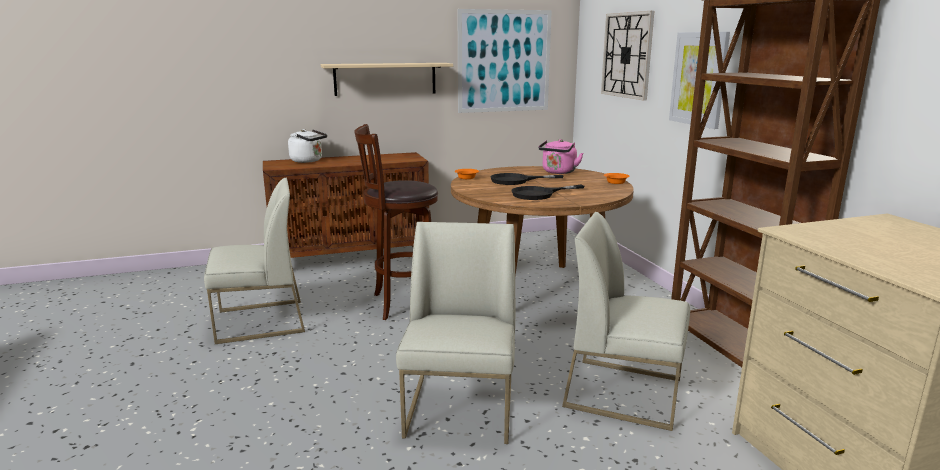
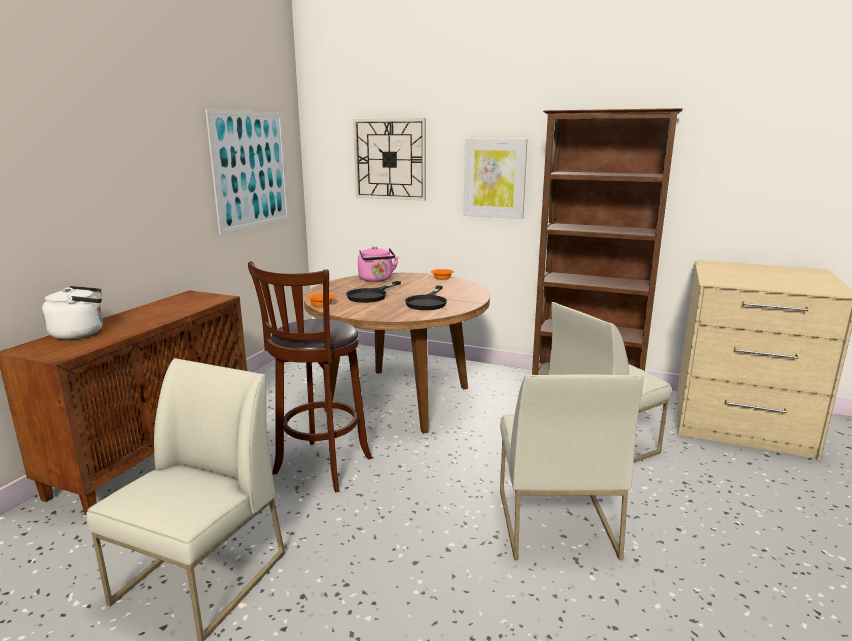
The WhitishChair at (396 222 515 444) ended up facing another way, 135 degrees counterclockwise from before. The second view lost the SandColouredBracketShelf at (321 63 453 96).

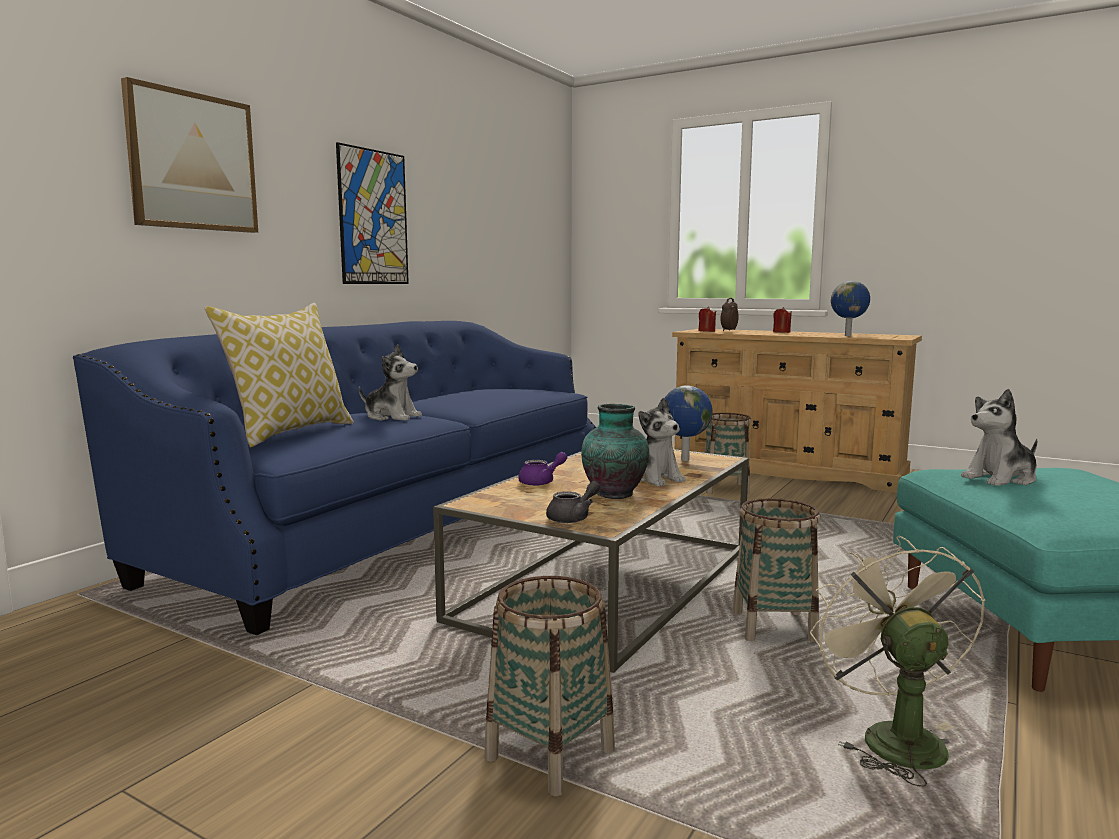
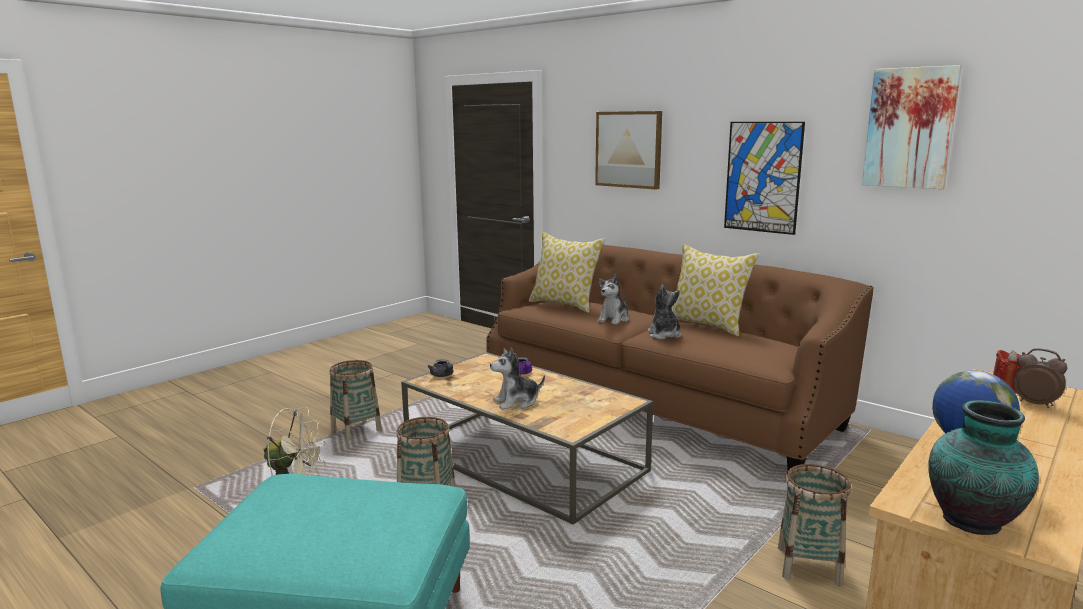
What was the BlueColouredSettee at (73 321 596 635) turned into the BrownSettee at (486 245 874 470). The PlushToy ended up elsewhere, having gone from (961 389 1037 486) to (648 285 682 339). The second view gained the Pillow at (672 244 759 336). The second view gained the Picture at (862 65 962 189). The FlowerVase ended up elsewhere, having gone from (581 404 649 499) to (928 400 1039 535). The second view lost the WorldGlobe at (665 385 713 461). The second view lost the RedColouredWaxCandle at (773 307 792 333).

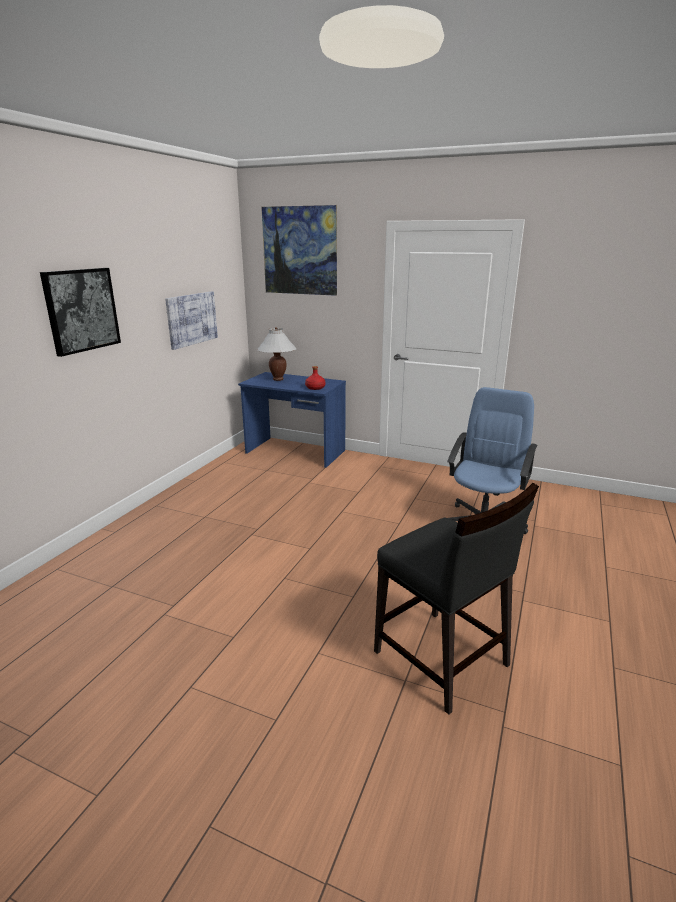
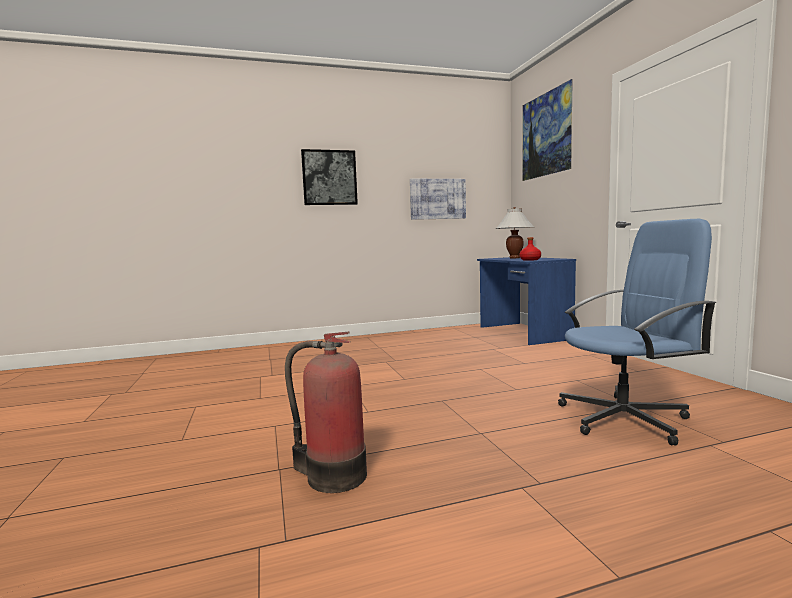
Where the BlackChair stood at (374 483 539 715), the Extinguisher came to stand at (285 332 367 493).

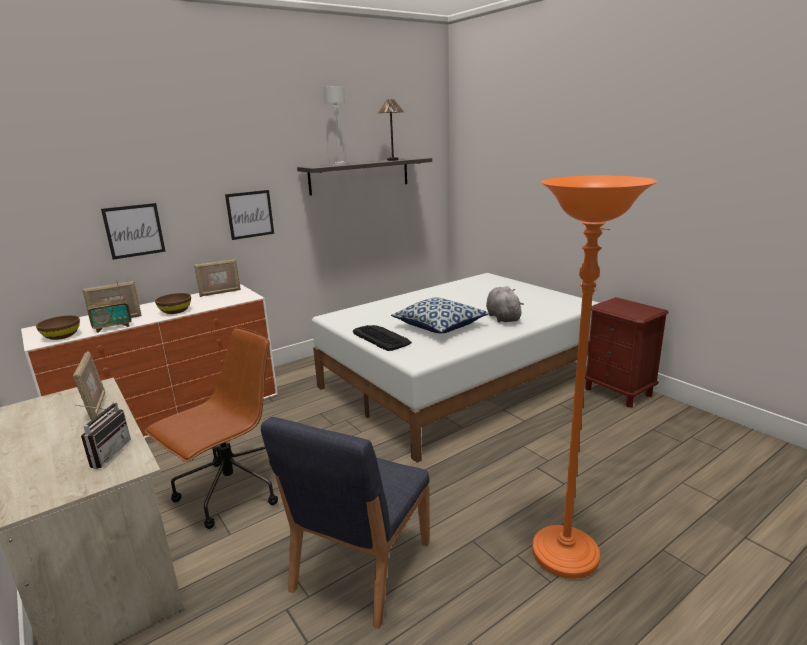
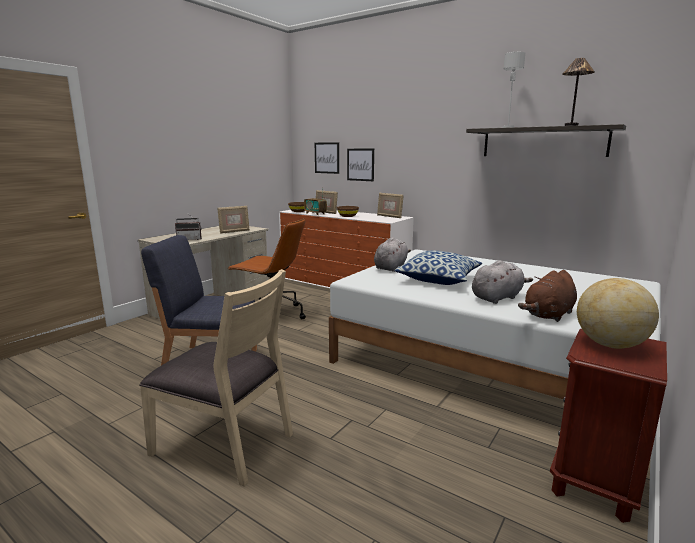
Where the OrangeFloorLamp stood at (532 176 657 579), the SandColouredChair came to stand at (139 269 293 487). The Picture ended up elsewhere, having gone from (225 190 274 240) to (315 142 339 174). Where the PcKeyboard stood at (353 325 412 351), the GrayPlushToy came to stand at (374 237 411 272). The second view gained the BrownPlushToy at (518 270 577 322). The second view gained the WorldGlobe at (577 278 659 349).

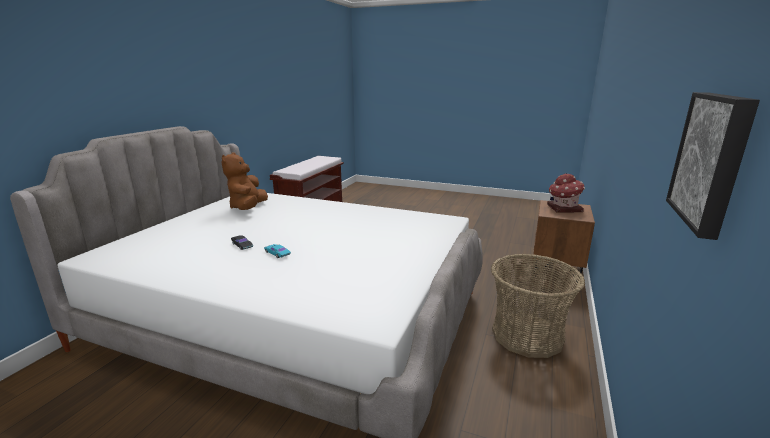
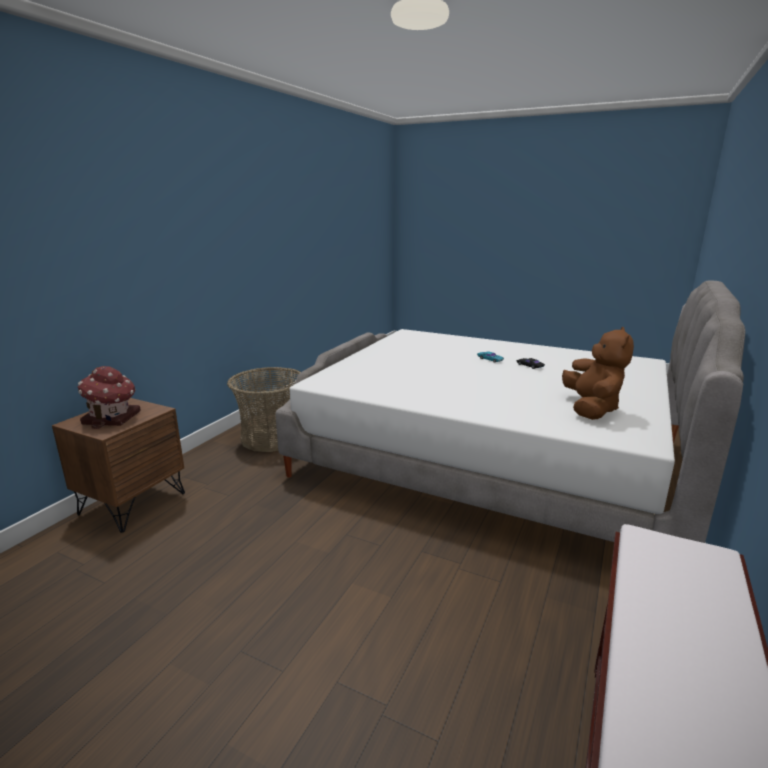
The second view lost the Picture at (666 92 760 240).

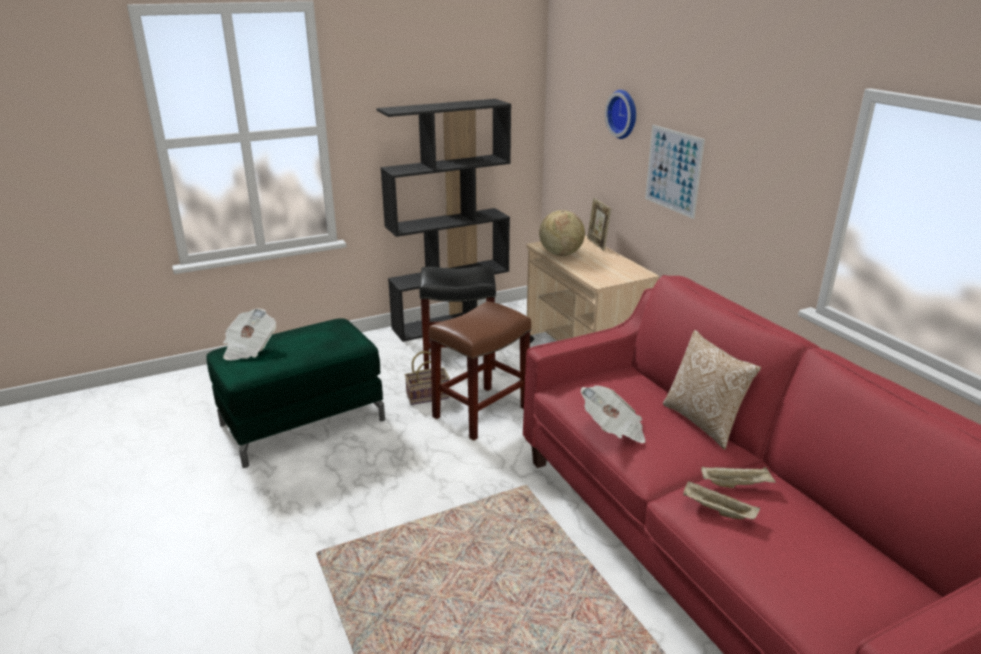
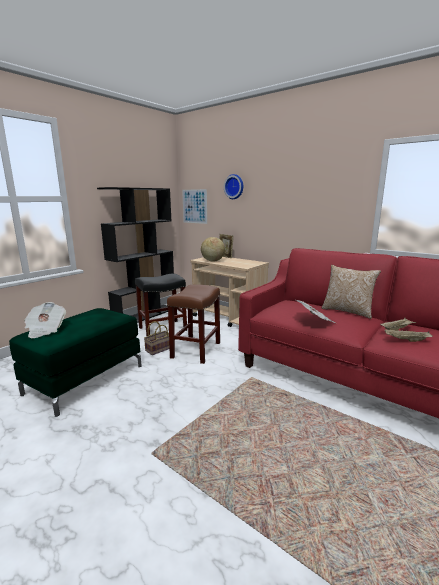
The Picture ended up elsewhere, having gone from (645 125 705 219) to (182 189 207 224).

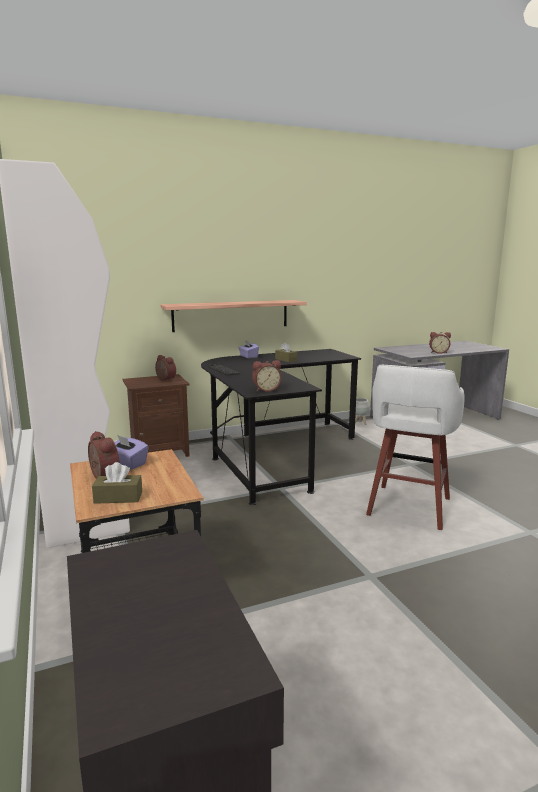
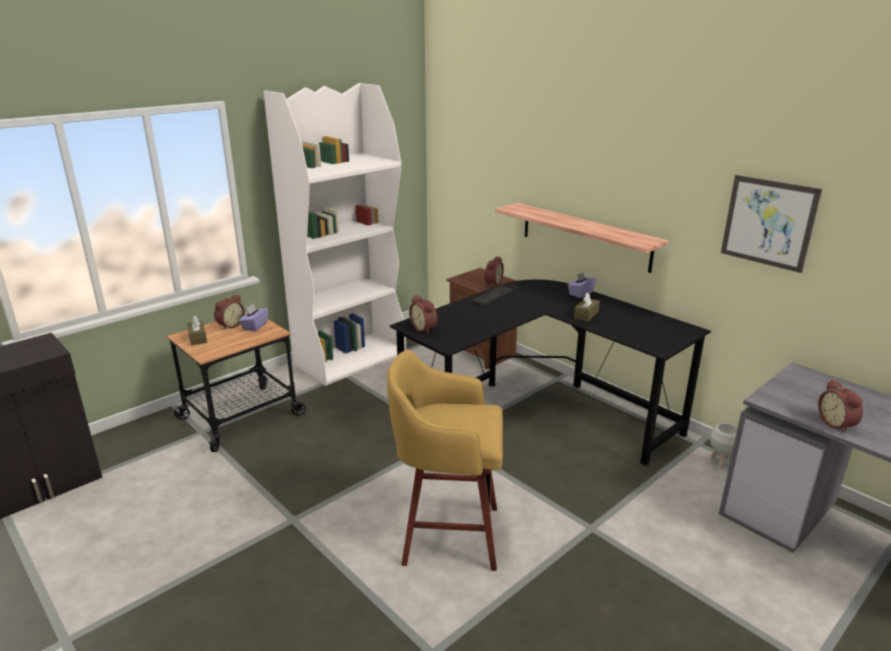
What was the WhitishStool at (366 365 465 530) turned into the YellowColouredStool at (387 350 503 571). The second view gained the Picture at (721 175 822 273).

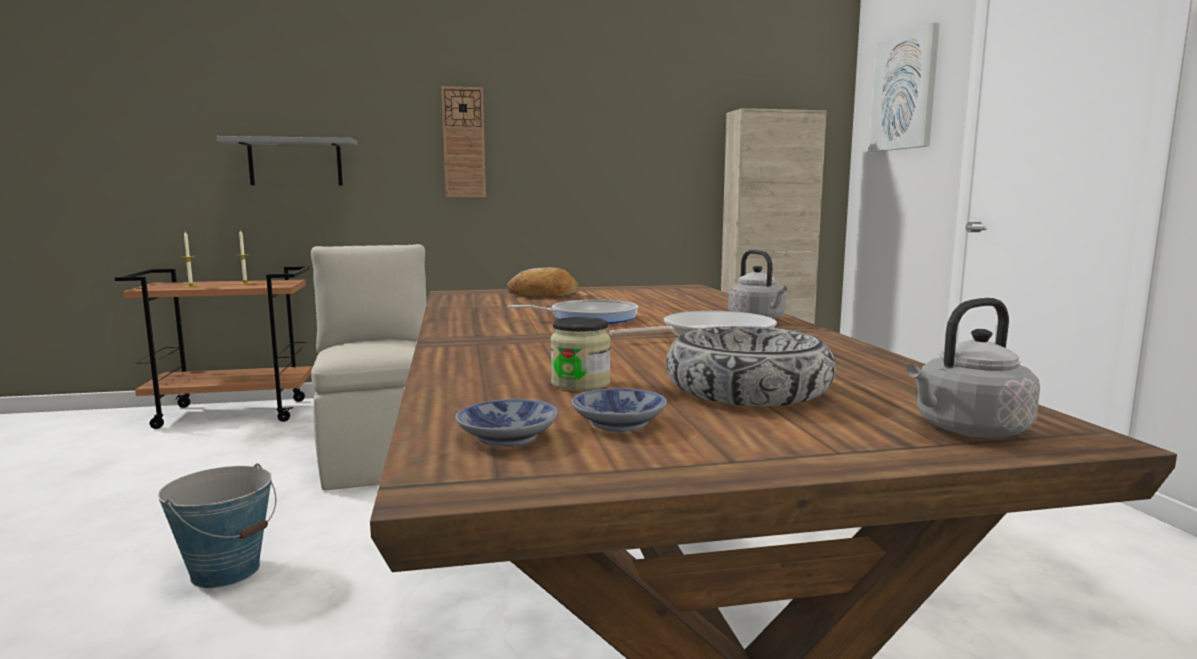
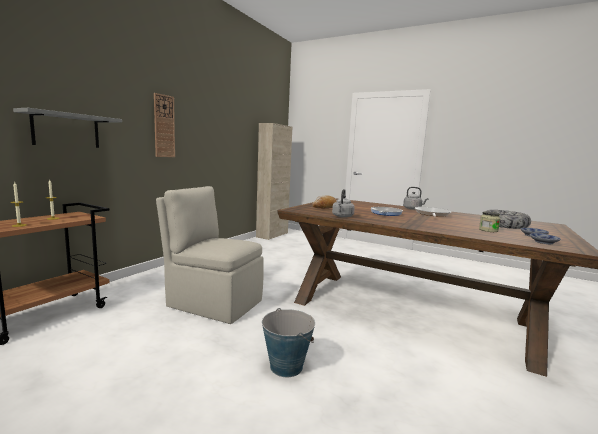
The GrayTeaKettle ended up elsewhere, having gone from (907 298 1040 437) to (332 189 355 218). The second view lost the Picture at (869 23 940 152).

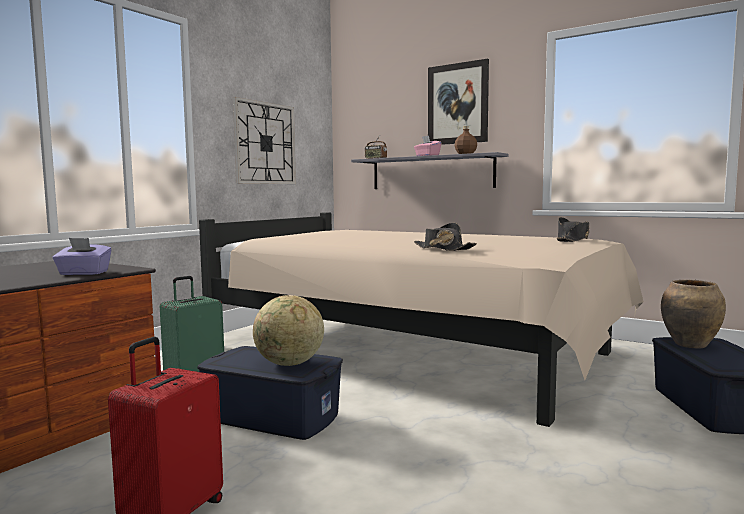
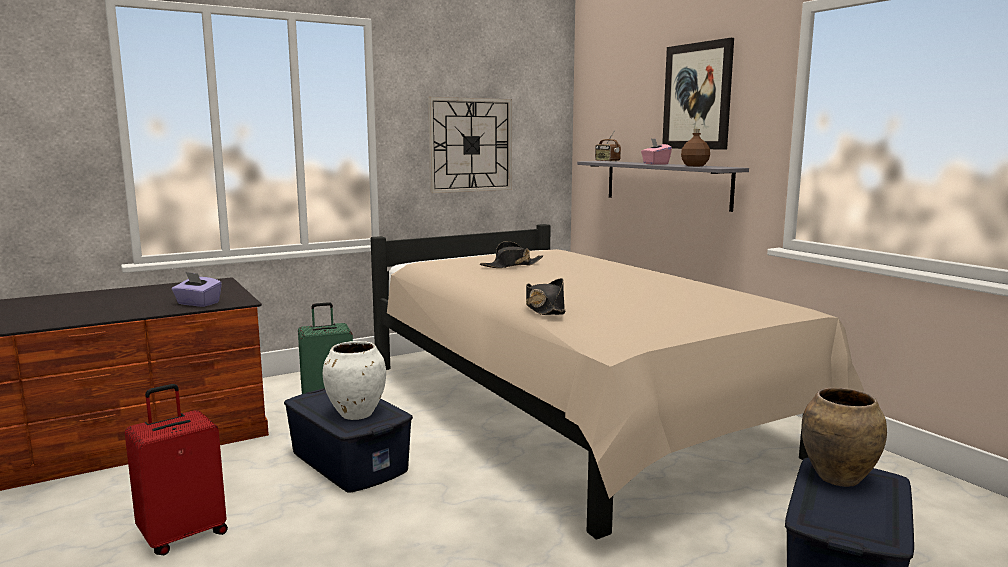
Where the WorldGlobe stood at (253 295 324 366), the WhitishFlowerVase came to stand at (323 341 386 420). The BlackWearableHat ended up elsewhere, having gone from (557 217 589 242) to (480 241 543 268).

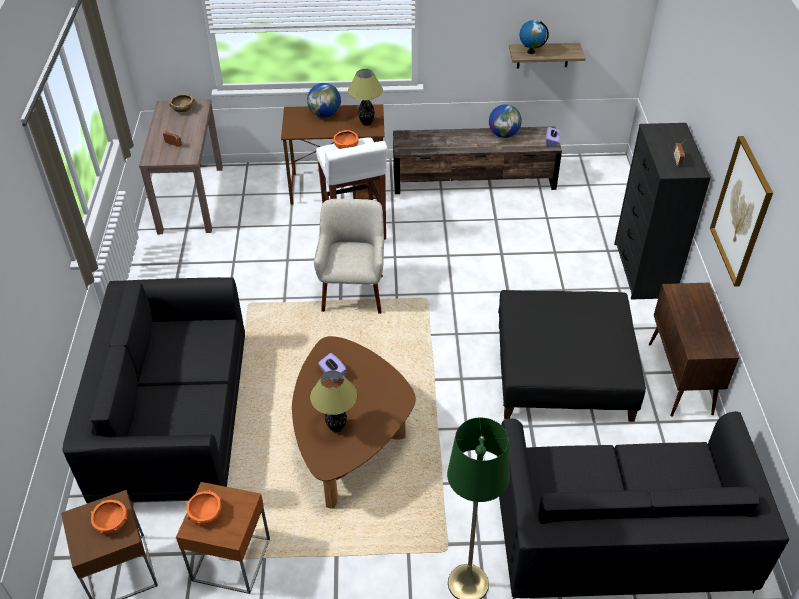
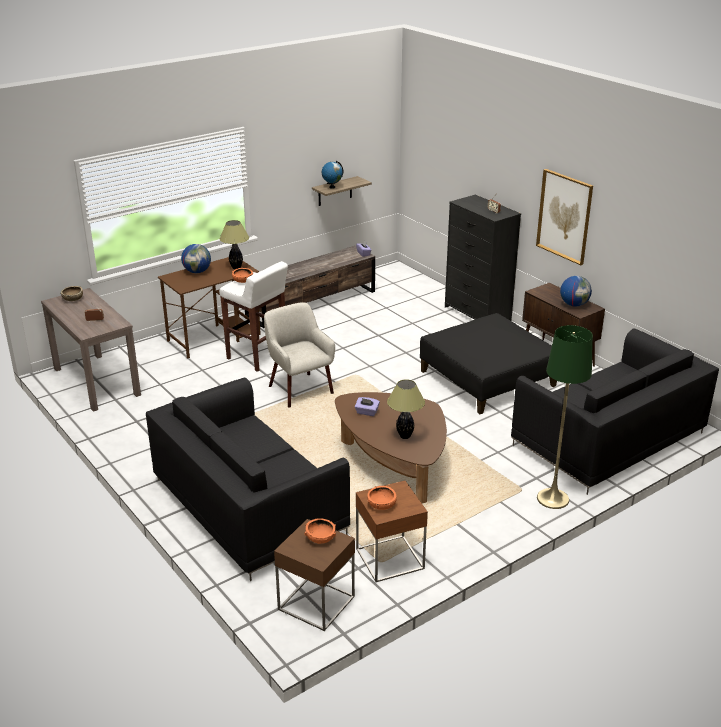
The WorldGlobe ended up elsewhere, having gone from (489 104 522 138) to (560 276 592 307).

